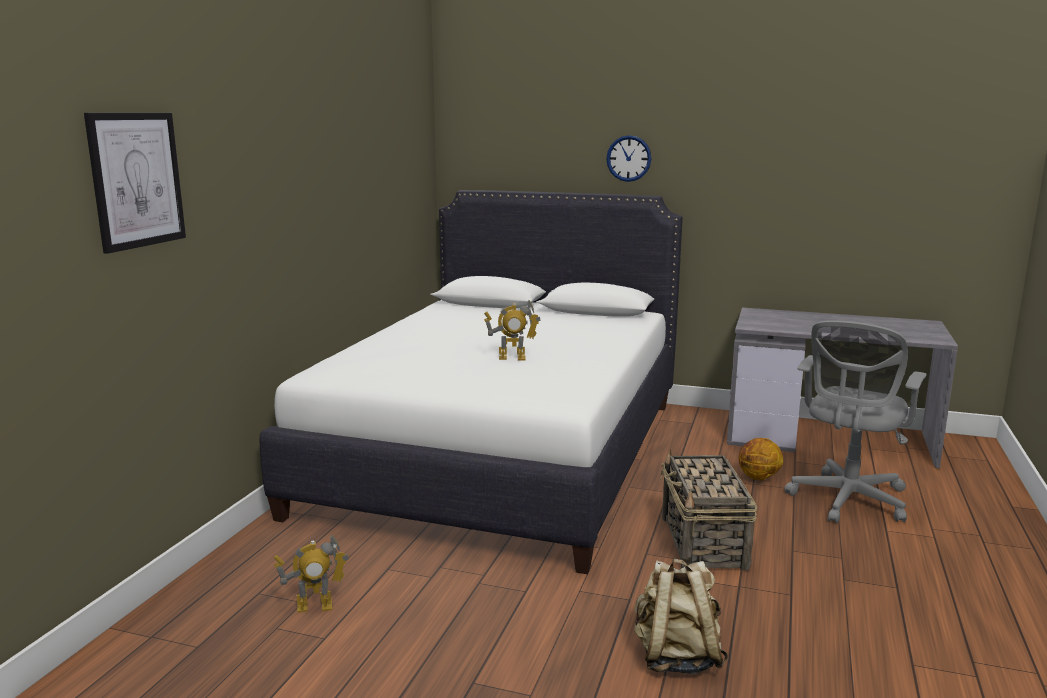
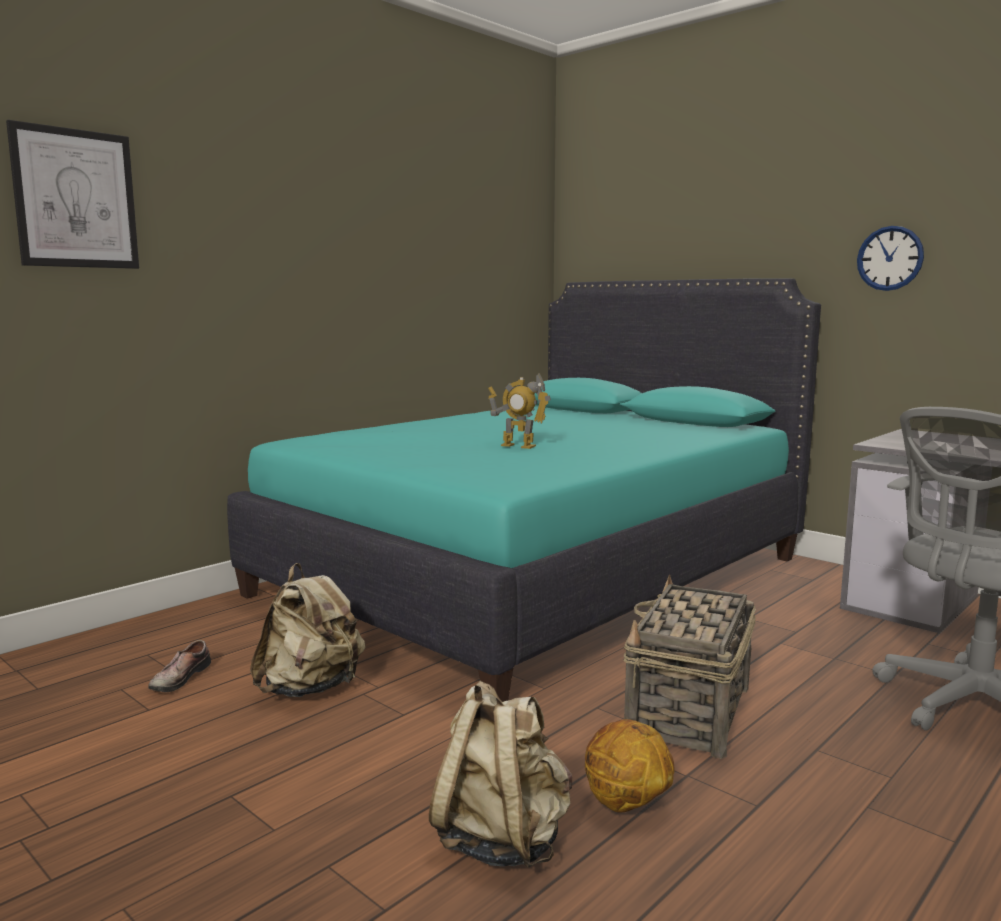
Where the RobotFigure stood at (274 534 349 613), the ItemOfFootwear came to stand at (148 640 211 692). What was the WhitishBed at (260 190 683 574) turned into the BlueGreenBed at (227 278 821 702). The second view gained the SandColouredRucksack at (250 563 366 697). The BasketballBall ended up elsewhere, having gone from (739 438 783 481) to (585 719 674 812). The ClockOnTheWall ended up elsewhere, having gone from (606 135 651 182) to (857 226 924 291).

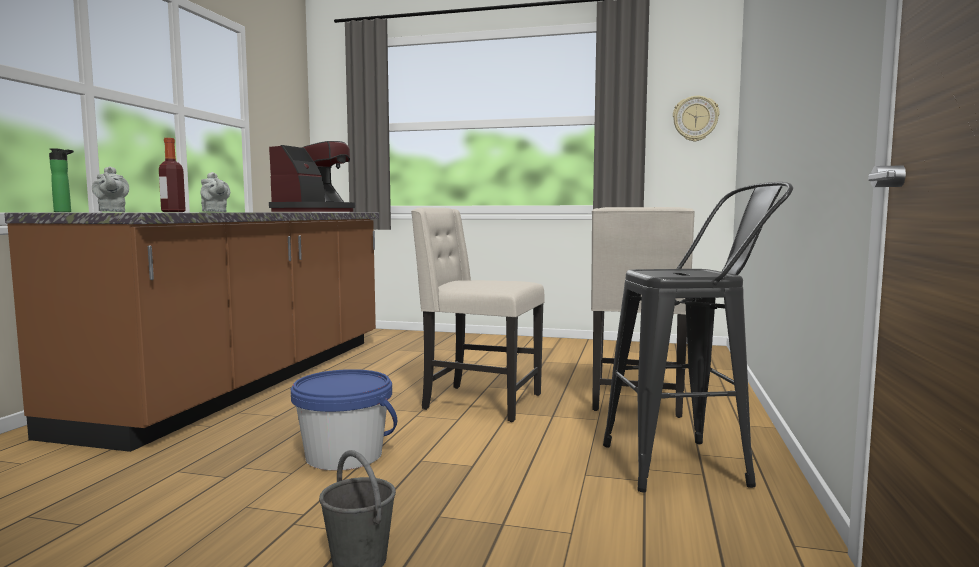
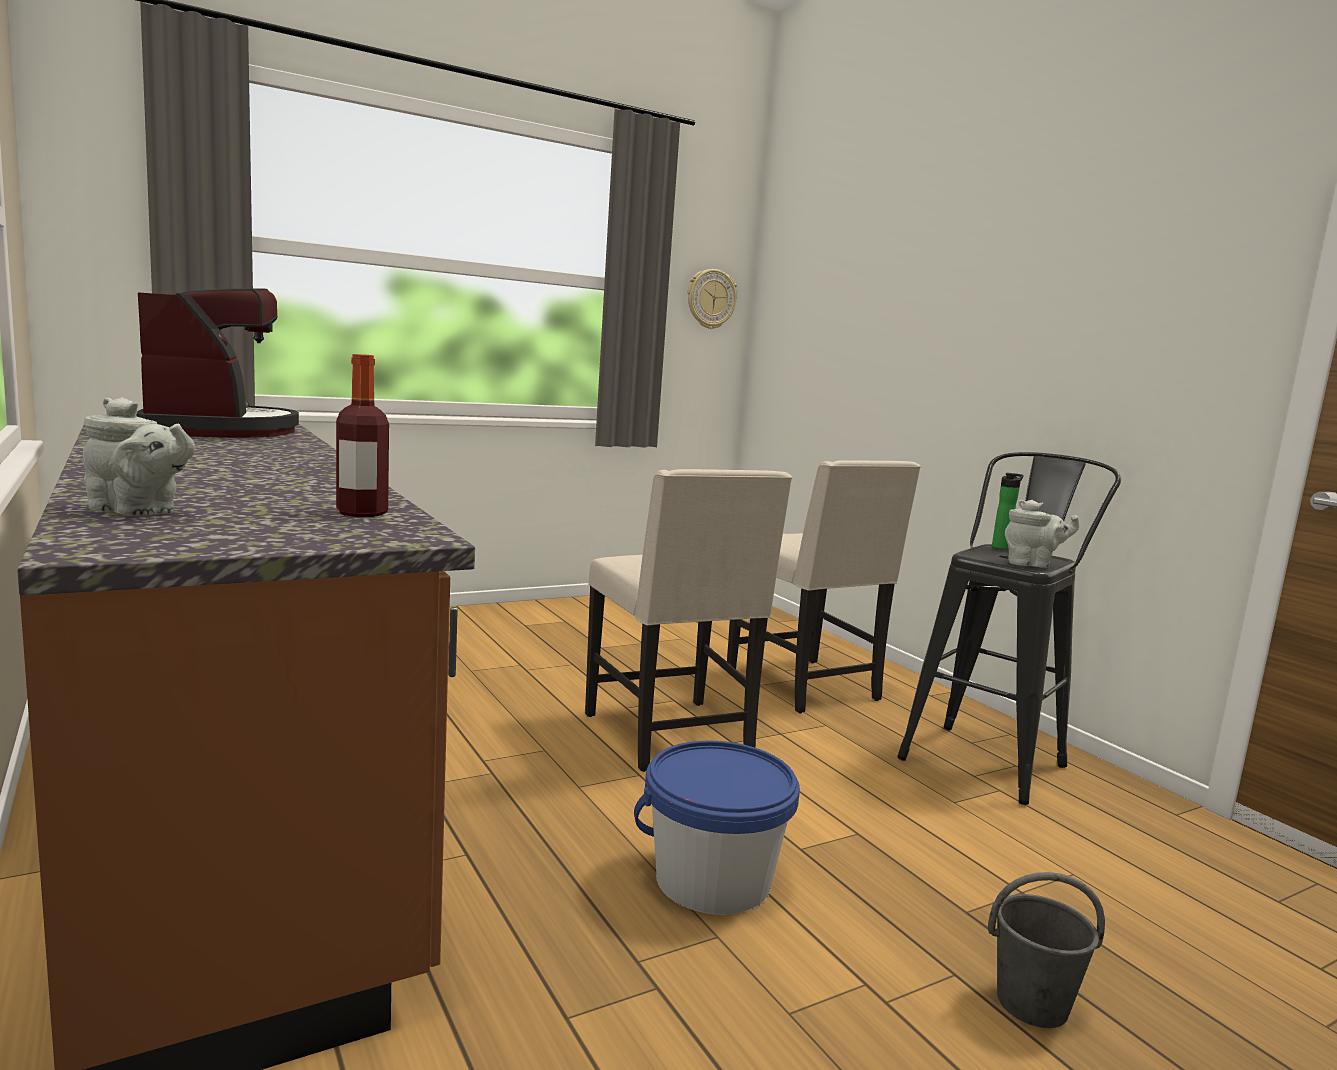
The SandColouredChair at (411 208 545 422) ended up facing another way, 90 degrees counterclockwise from before. The Bottle ended up elsewhere, having gone from (49 148 74 212) to (992 473 1024 549). The GrayTeapot ended up elsewhere, having gone from (201 172 230 212) to (1005 500 1079 568).

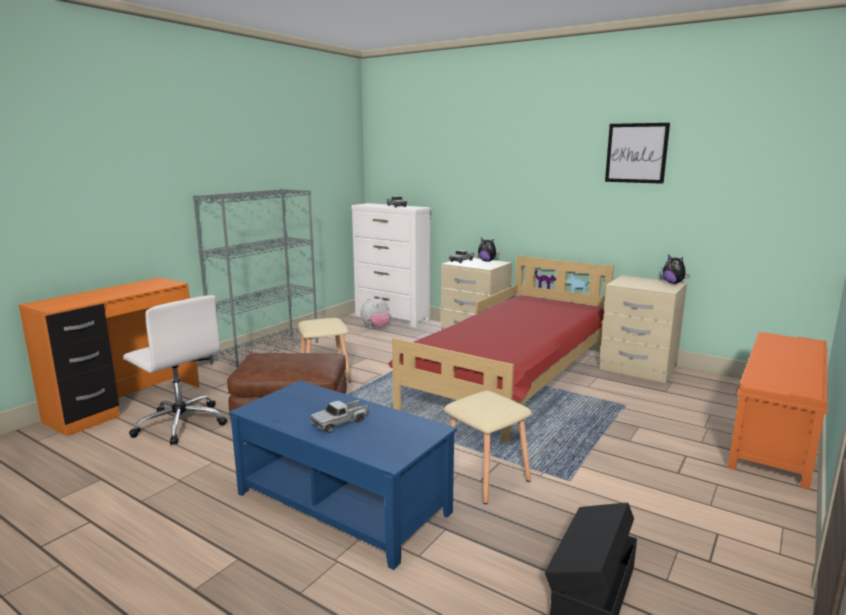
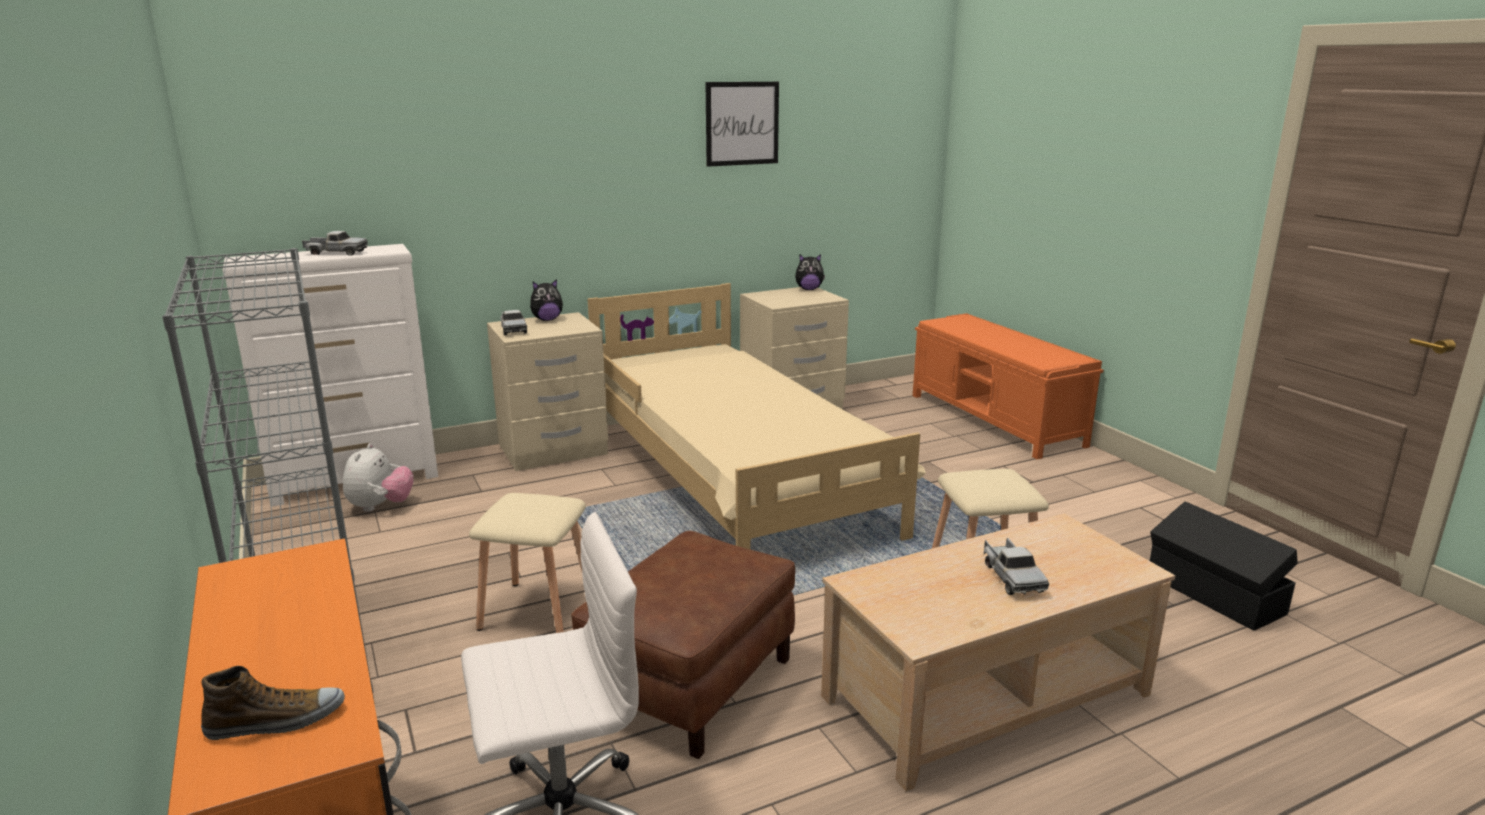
The second view gained the ItemOfFootwear at (201 666 345 740). What was the RedColouredBed at (388 255 614 444) turned into the SandColouredBed at (587 283 926 550). What was the BlueColouredLowTable at (229 381 457 570) turned into the SandColouredLowTable at (821 513 1175 792).

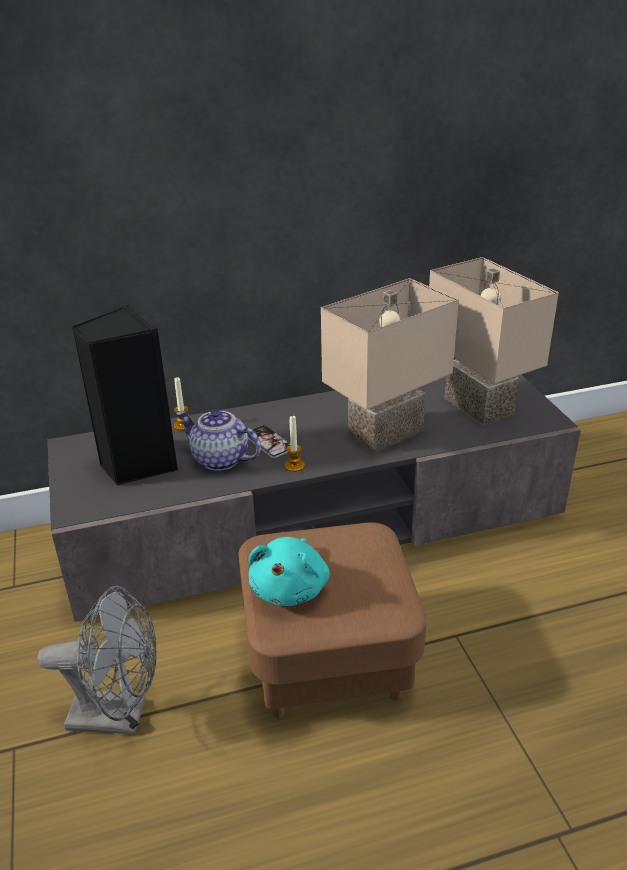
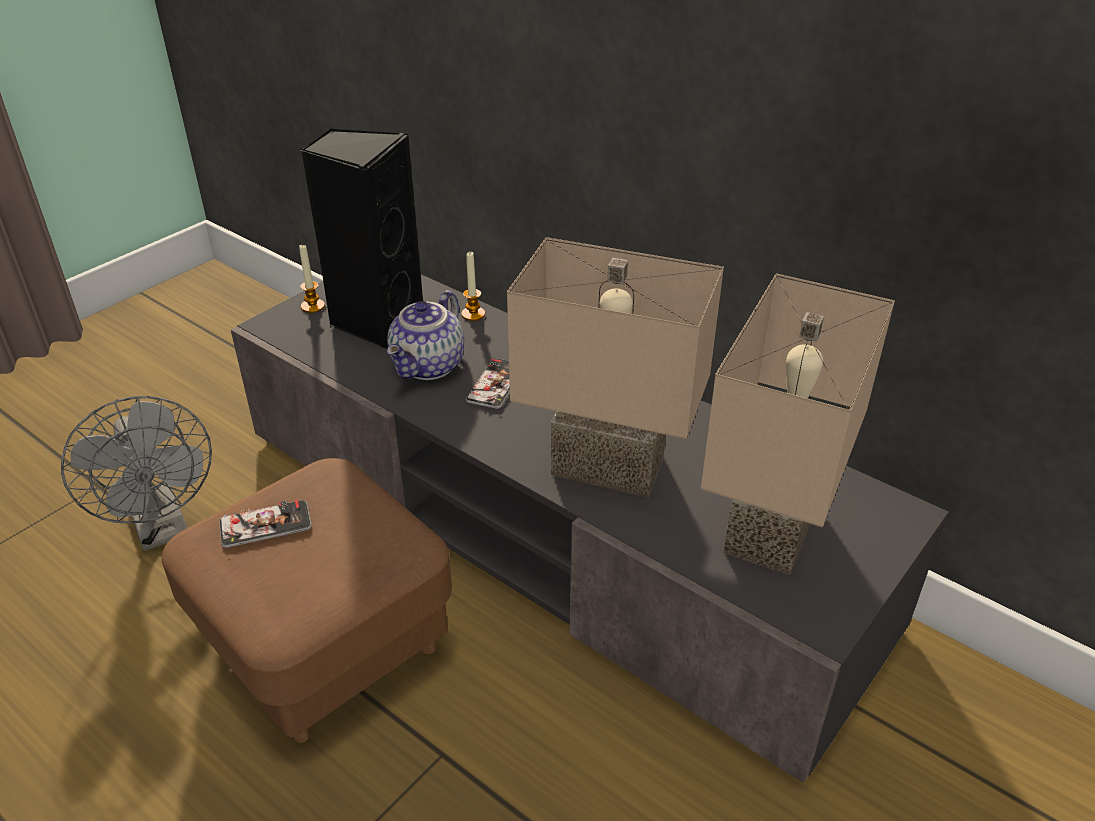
Where the BlueGreenPlushToy stood at (249 537 330 606), the Handset came to stand at (219 499 312 548). The WaxCandle ended up elsewhere, having gone from (285 415 305 472) to (299 244 325 313). The Teapot at (176 409 261 471) ended up facing another way, 150 degrees counterclockwise from before.

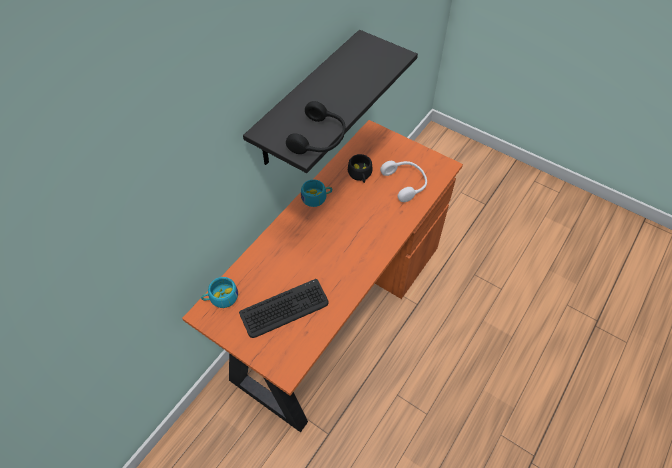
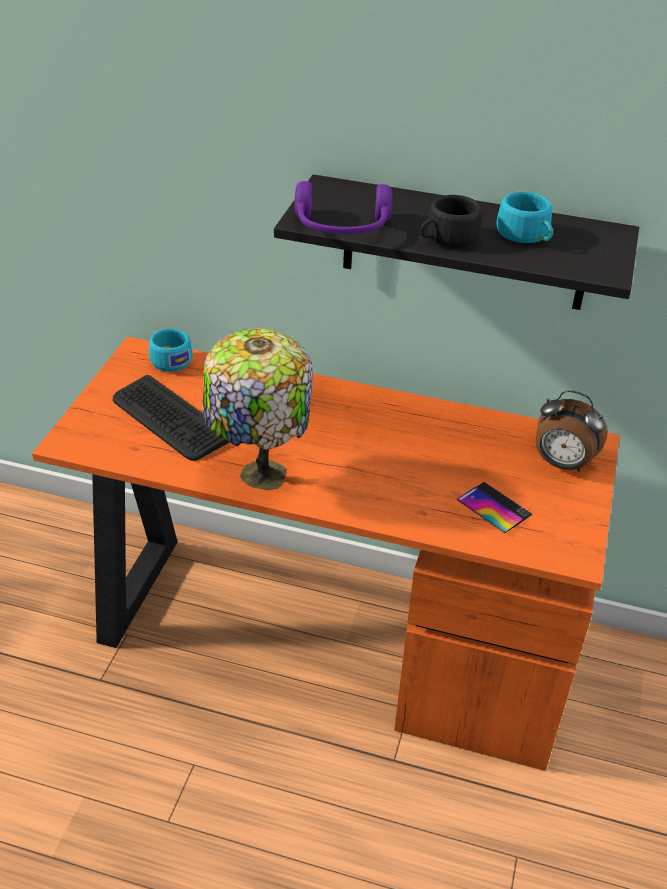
The second view gained the TabletopLamp at (202 328 313 490). What was the BlackHeadphones at (286 101 345 154) turned into the PurpleHeadphones at (295 181 392 234). The BlackCup ended up elsewhere, having gone from (348 154 372 183) to (420 195 482 247). Where the WhitishHeadphones stood at (380 161 427 202), the Handset came to stand at (457 482 532 533). The BlueGreenCup ended up elsewhere, having gone from (301 179 332 207) to (496 191 553 243). The second view gained the BedsideClock at (536 390 608 472).

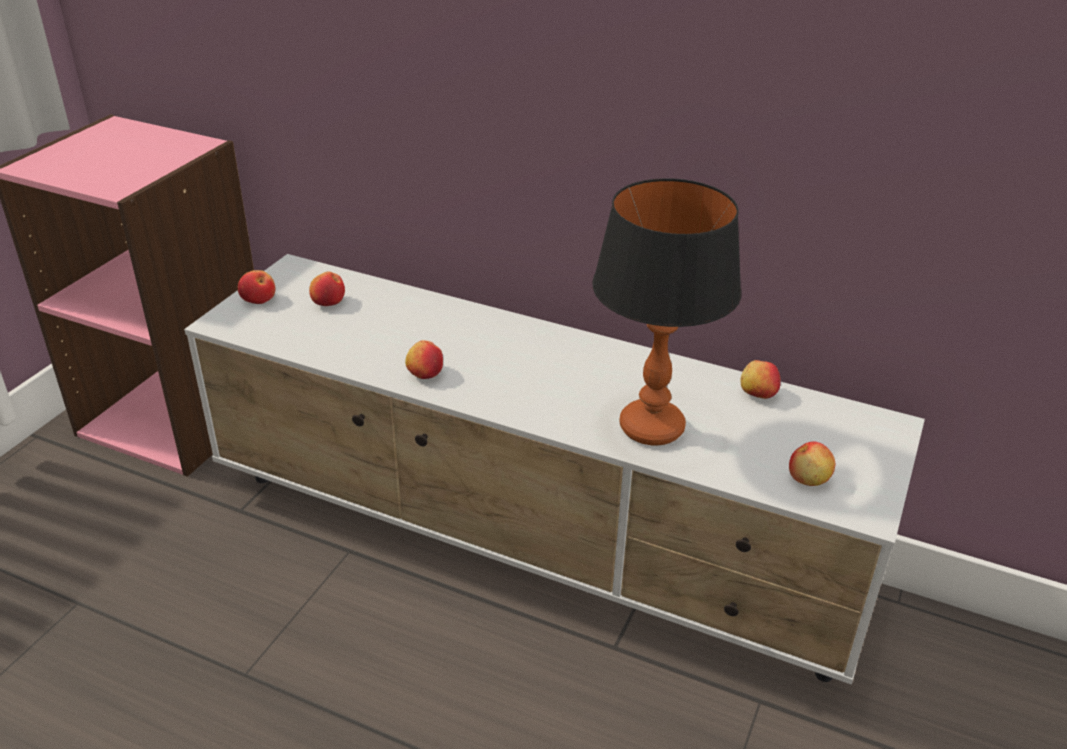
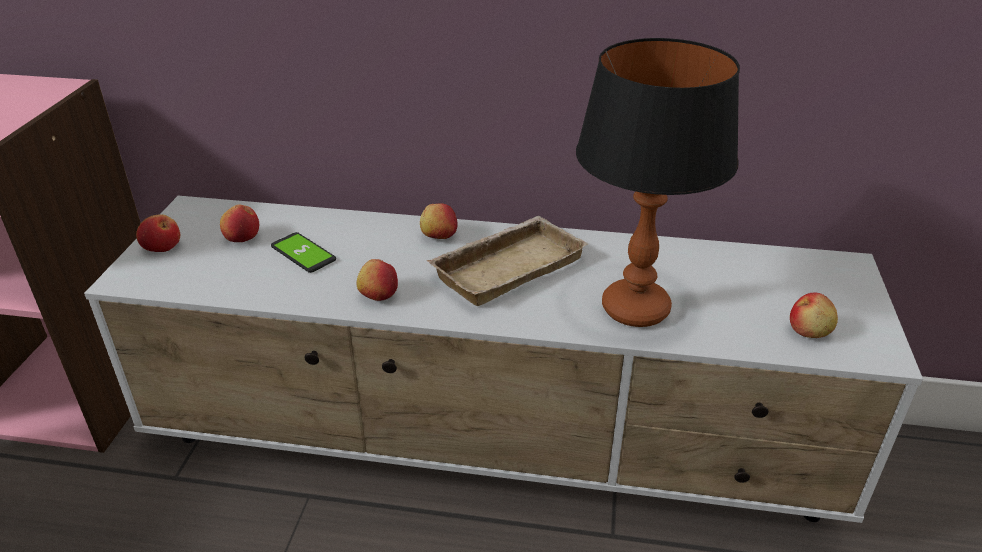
The second view gained the Handset at (271 232 336 273). The WholeApple ended up elsewhere, having gone from (740 360 781 399) to (420 203 457 239). The second view gained the SandColouredServingTray at (427 216 588 306).

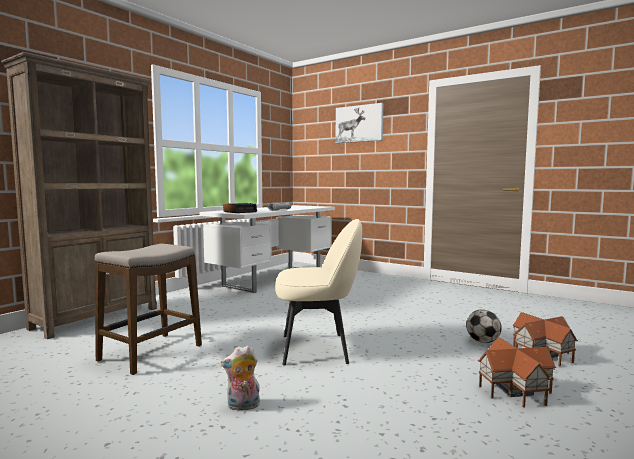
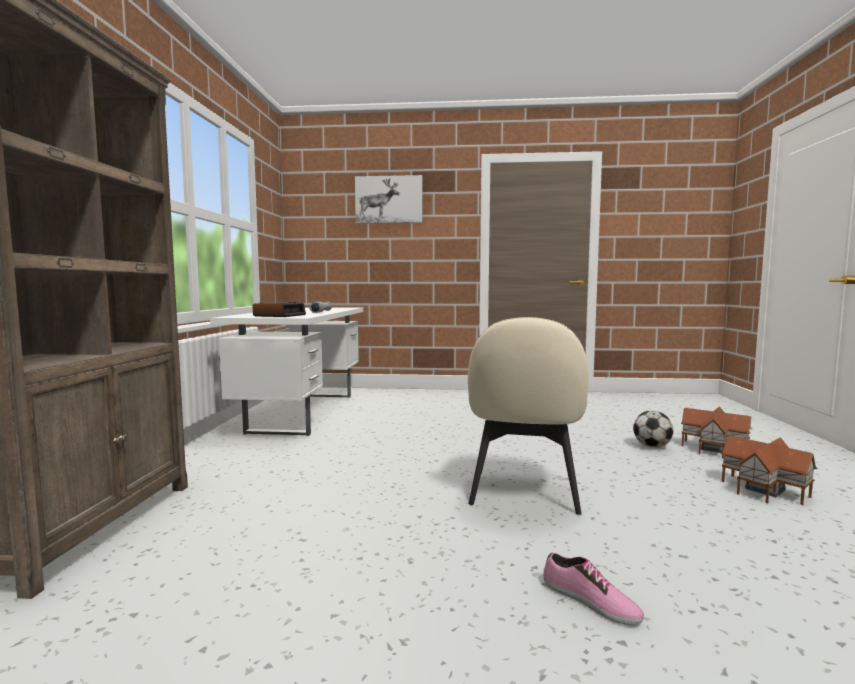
The SandColouredChair at (275 219 362 366) ended up facing another way, 135 degrees clockwise from before. Where the PlushToy stood at (221 345 260 411), the ItemOfFootwear came to stand at (543 553 644 625). The second view lost the Stool at (95 244 202 375).

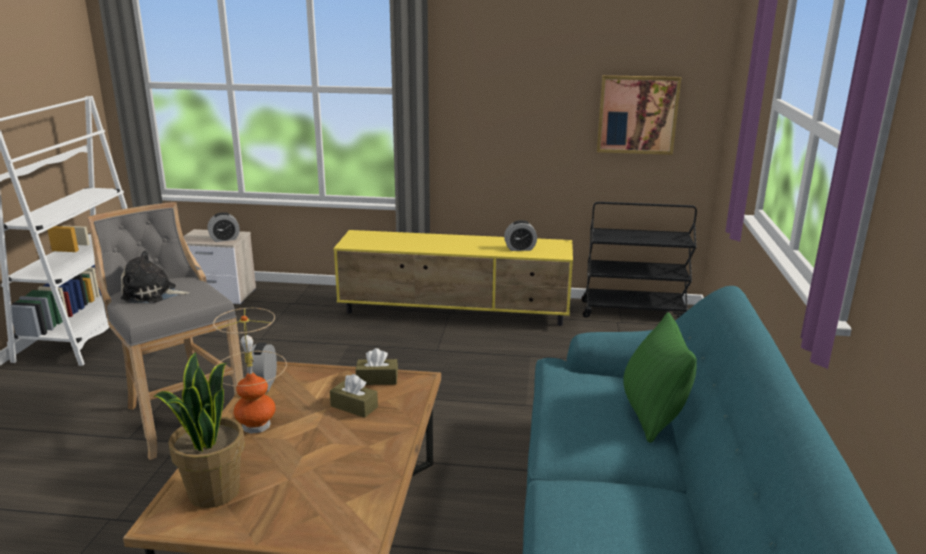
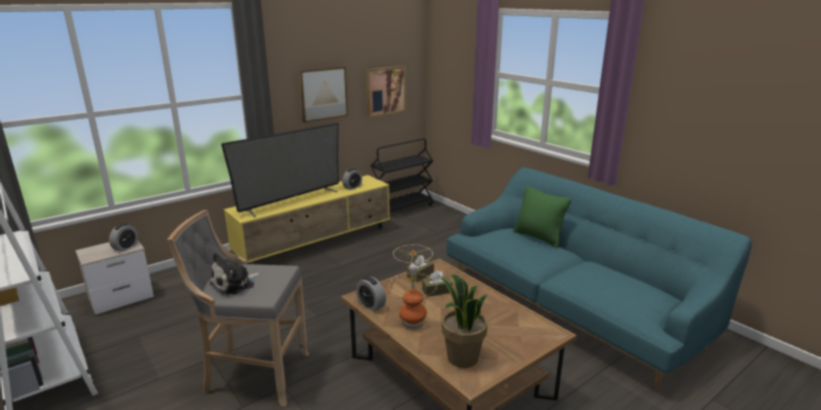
The second view gained the TvSet at (221 123 339 217). The second view gained the Picture at (299 66 348 123).

